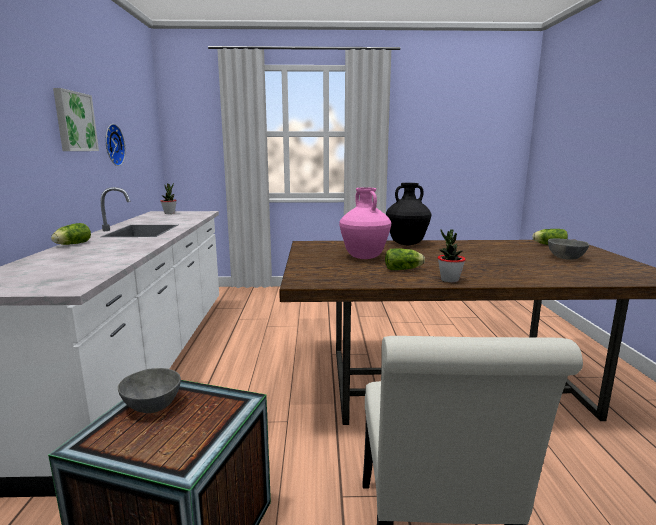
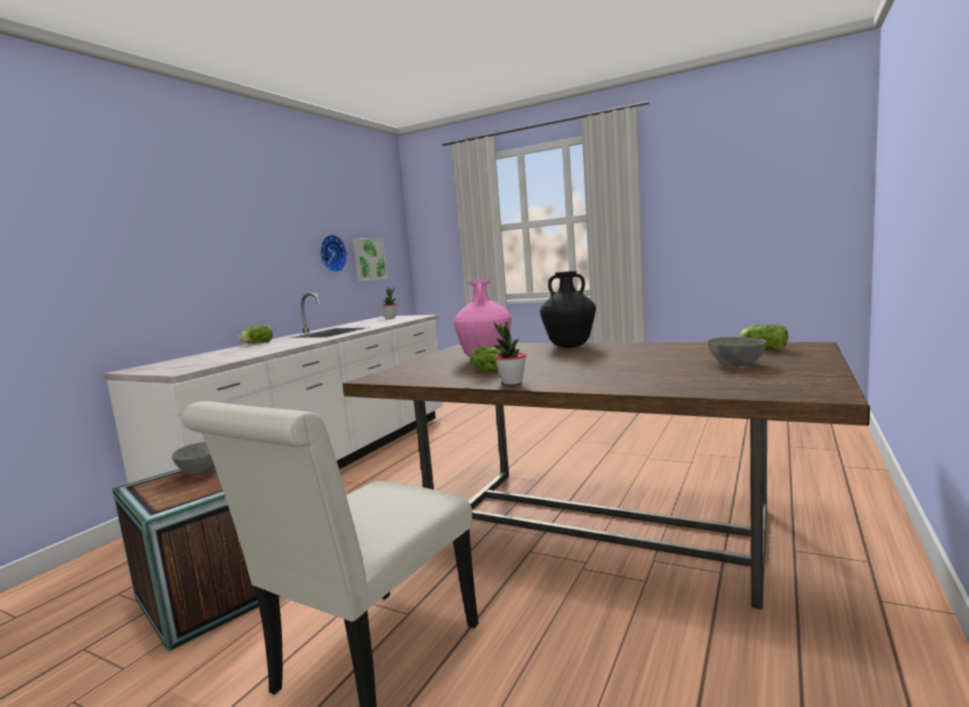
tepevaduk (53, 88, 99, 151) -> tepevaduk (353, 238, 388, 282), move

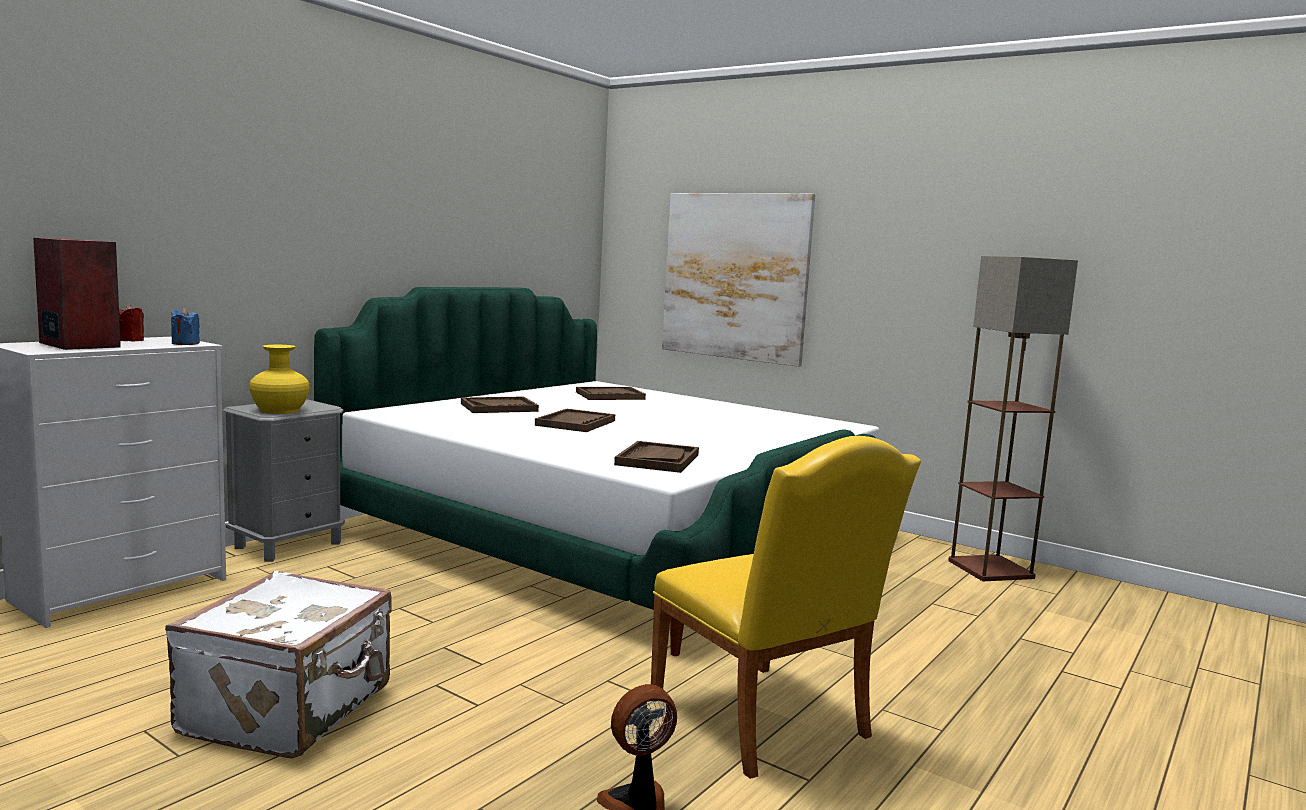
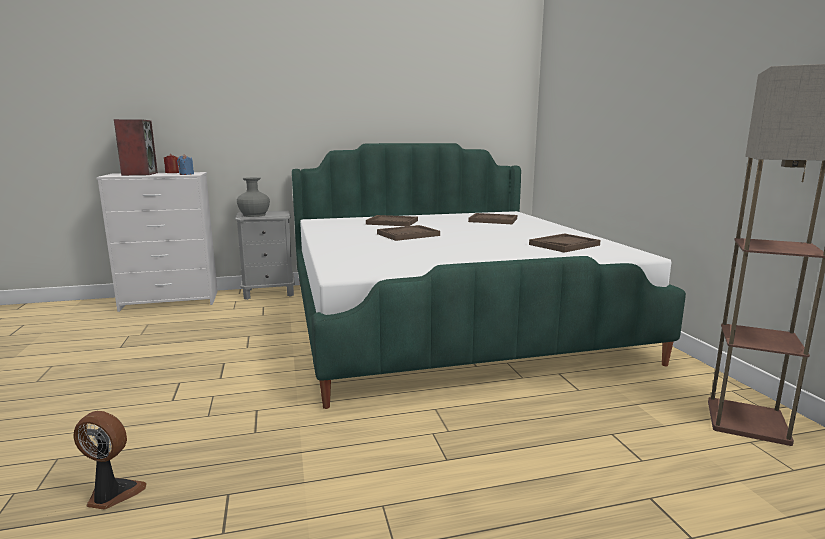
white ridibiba (165, 571, 392, 759) -> none
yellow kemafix (249, 345, 310, 414) -> grey kemafix (237, 177, 270, 217)
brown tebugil (614, 441, 699, 473) -> brown tebugil (529, 234, 600, 253), move
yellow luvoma (651, 436, 921, 779) -> none
tepevaduk (662, 193, 815, 367) -> none

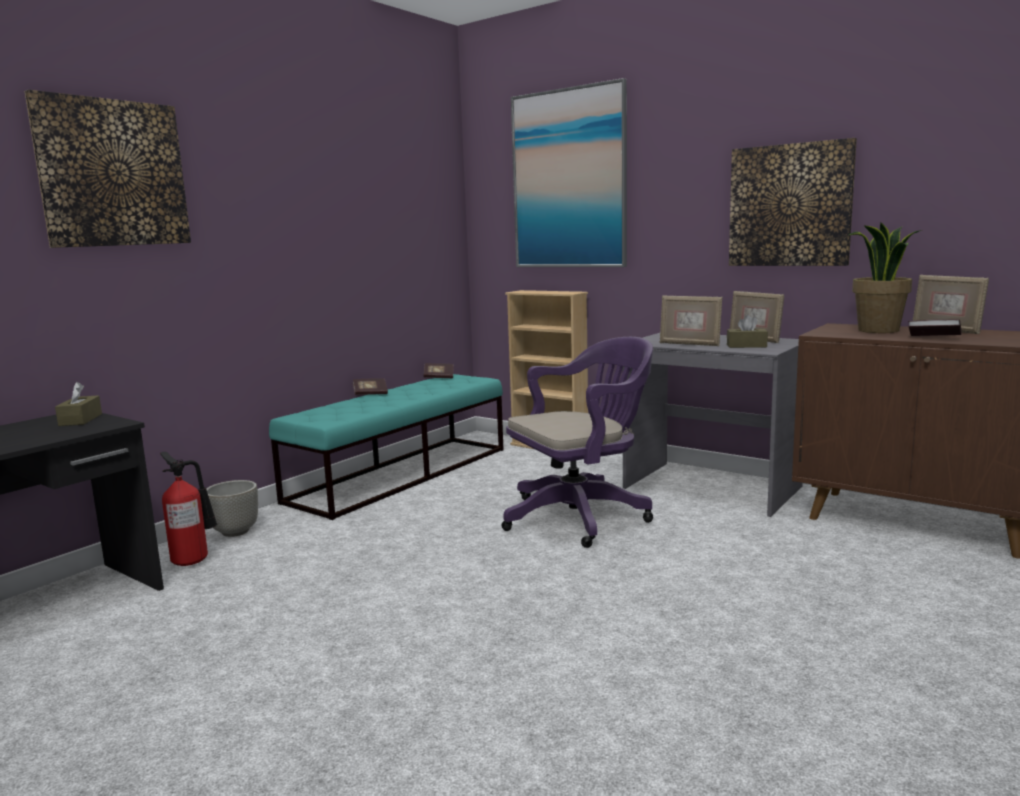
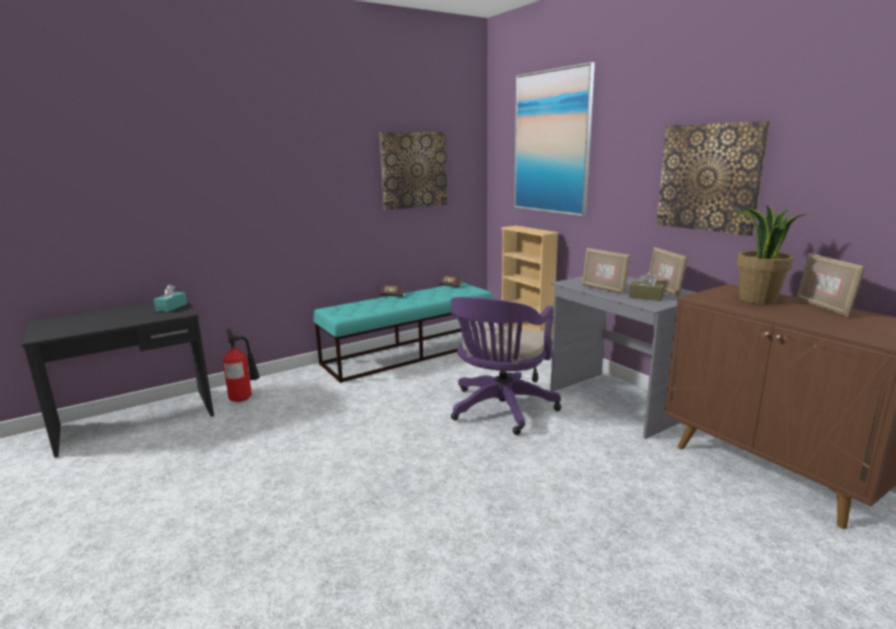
tepevaduk (24, 90, 191, 248) -> tepevaduk (380, 132, 447, 210), move
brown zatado (55, 382, 102, 426) -> turquoise zatado (153, 284, 187, 312)
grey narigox (206, 480, 258, 537) -> none
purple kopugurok (501, 337, 653, 548) -> purple kopugurok (451, 297, 561, 435), 120 degrees clockwise
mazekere (908, 319, 962, 336) -> none

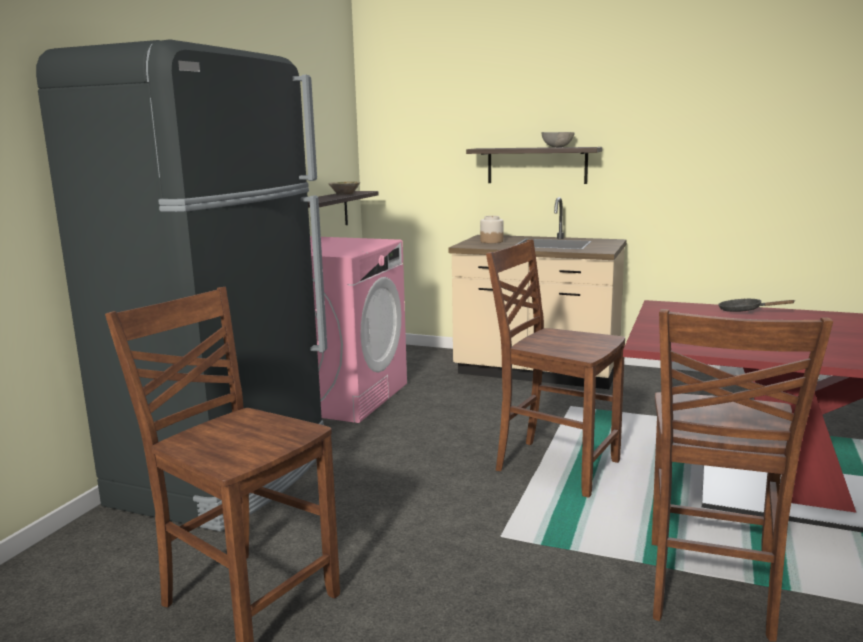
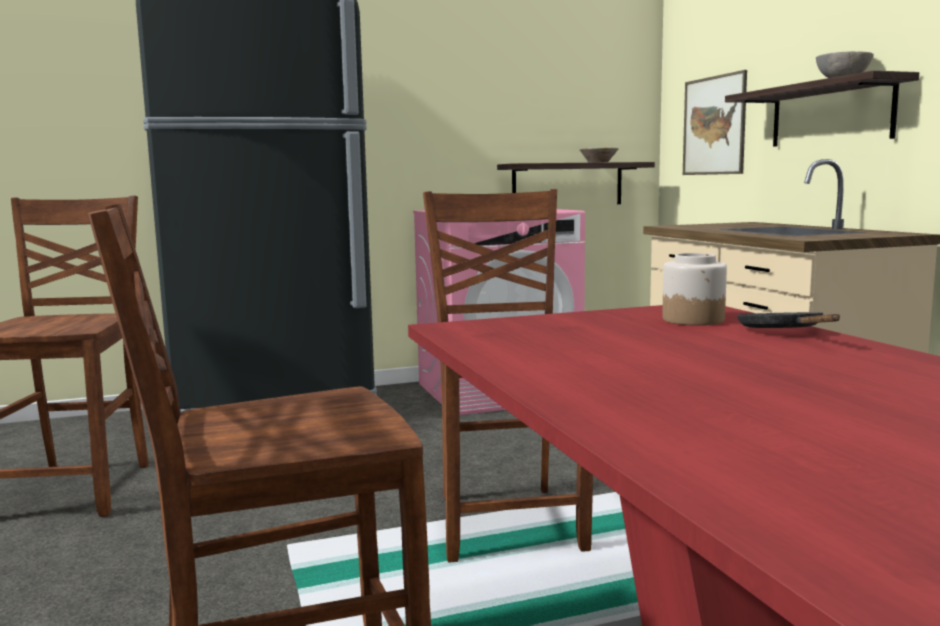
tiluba (480, 216, 503, 243) -> tiluba (662, 253, 727, 326), move
none -> tepevaduk (683, 70, 747, 175)

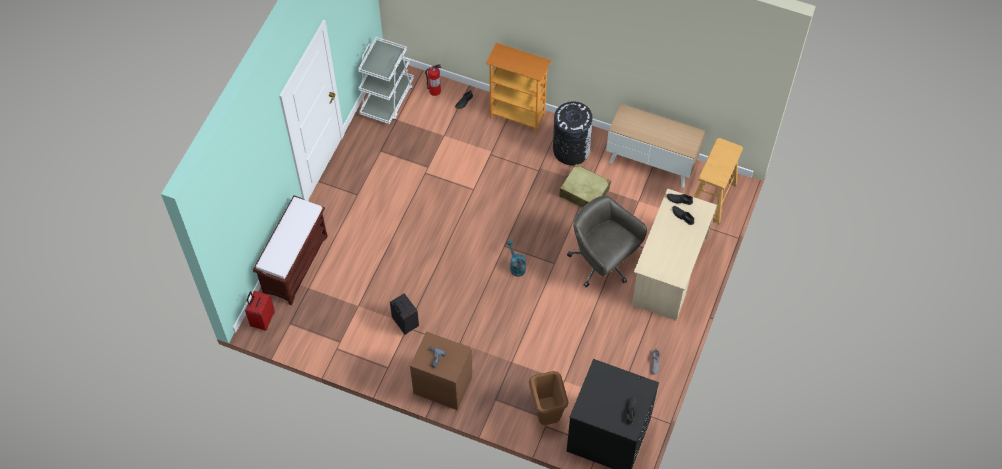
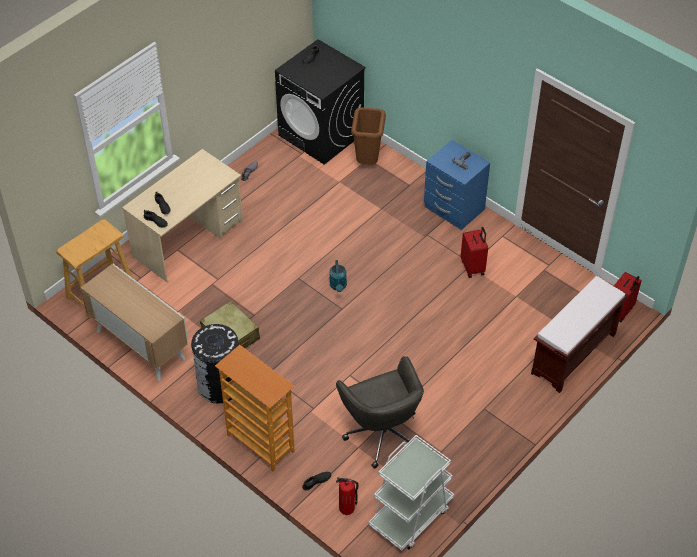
black ridibiba (390, 293, 419, 335) -> red ridibiba (461, 227, 488, 278)
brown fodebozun (410, 331, 473, 410) -> blue fodebozun (424, 140, 490, 230)
grey kopugurok (567, 195, 647, 287) -> grey kopugurok (336, 356, 424, 469), move

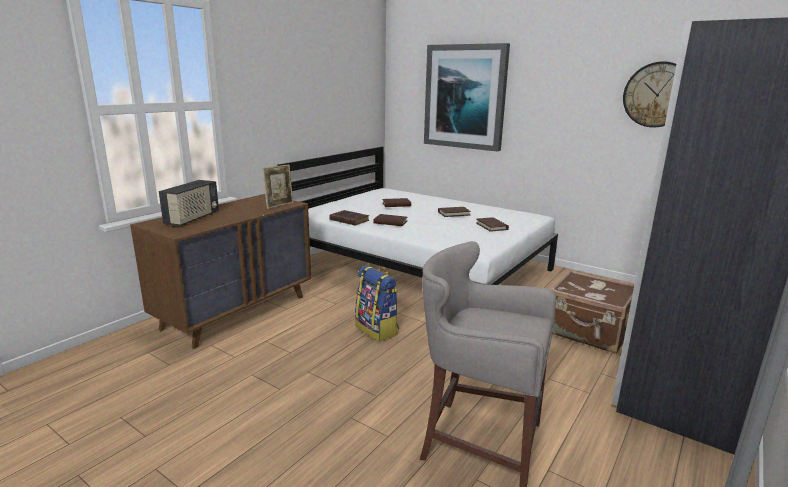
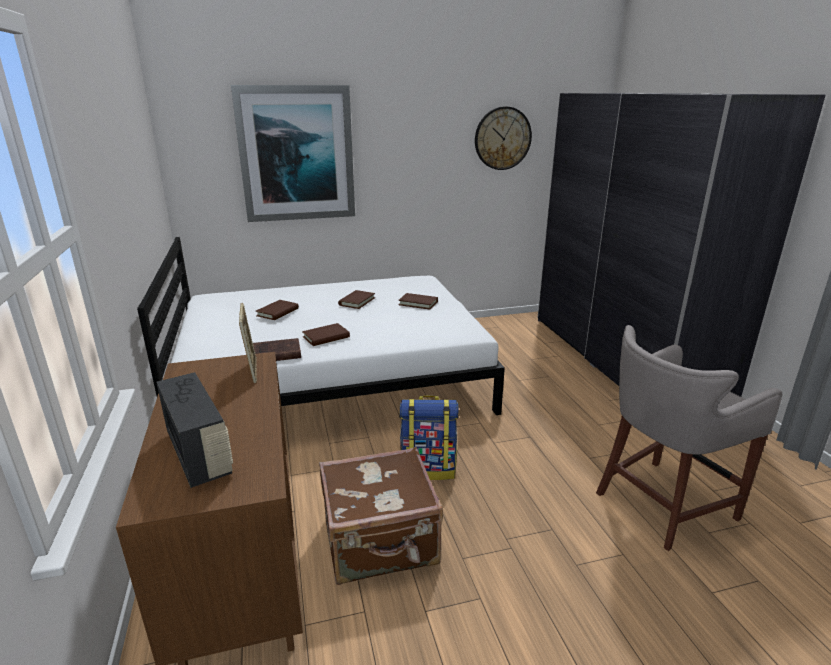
brown ridibiba (551, 270, 634, 354) -> brown ridibiba (319, 447, 443, 585), move

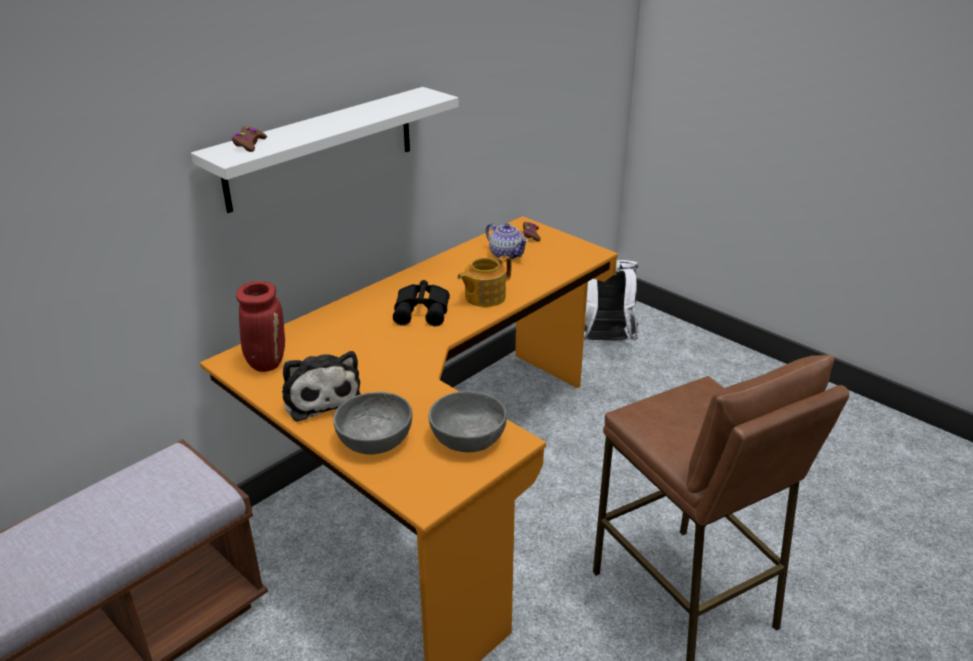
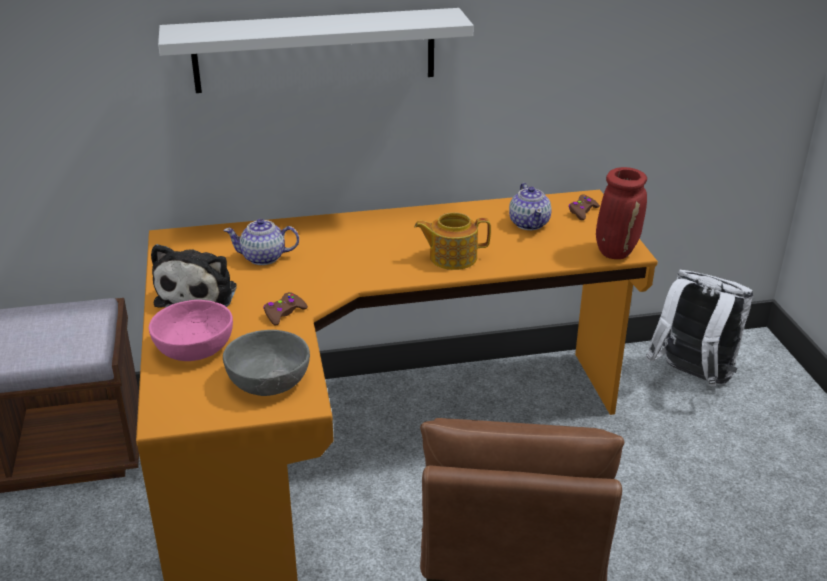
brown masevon (232, 127, 267, 152) -> brown masevon (263, 292, 308, 326), move
red kemafix (236, 281, 285, 372) -> red kemafix (596, 167, 647, 259), move
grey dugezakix (333, 392, 412, 455) -> pink dugezakix (149, 300, 233, 361)
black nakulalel (393, 280, 450, 326) -> none
none -> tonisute (224, 219, 299, 265)

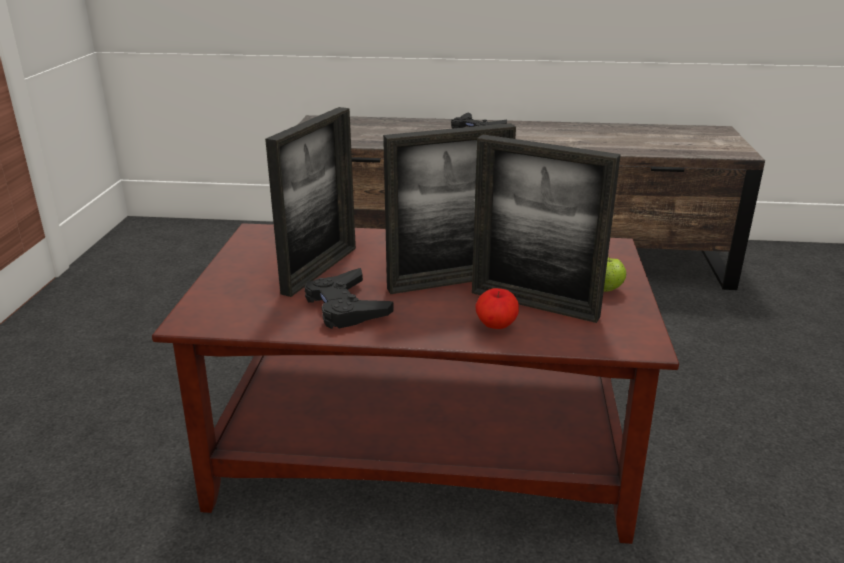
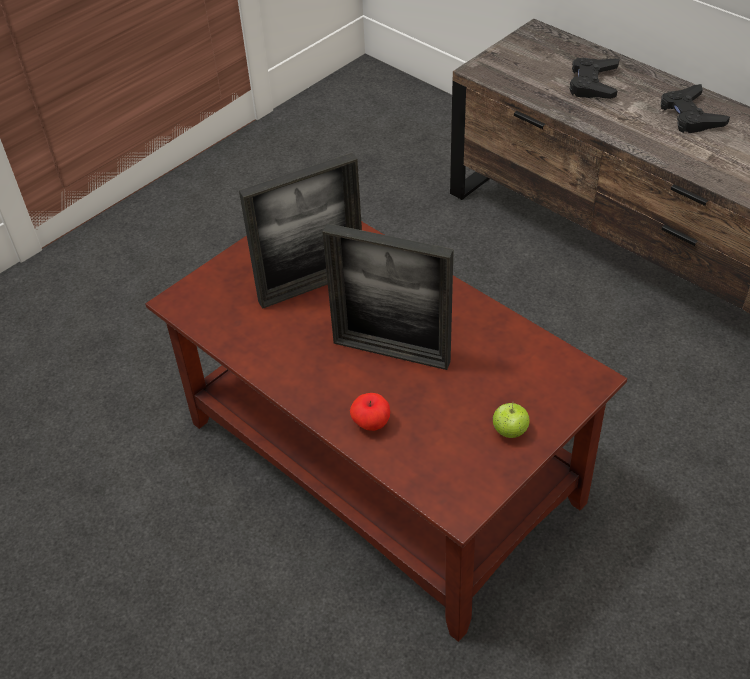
black masevon (305, 268, 394, 329) -> black masevon (569, 58, 619, 99), move
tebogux (472, 135, 621, 323) -> none

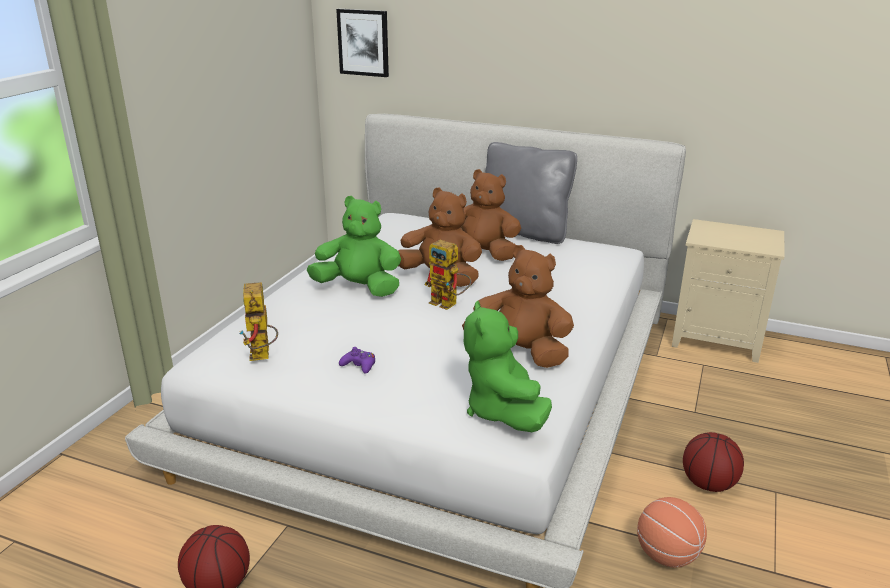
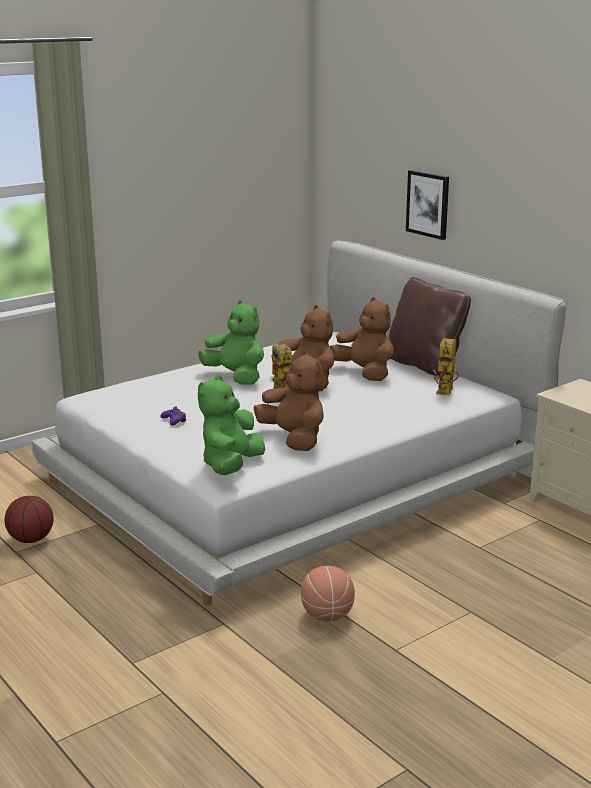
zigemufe (239, 282, 278, 361) -> zigemufe (432, 338, 459, 395), move
tepevaduk (336, 9, 389, 77) -> tepevaduk (406, 170, 449, 240), move
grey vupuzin (485, 142, 577, 244) -> brown vupuzin (389, 277, 471, 376)
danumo (683, 432, 744, 492) -> none

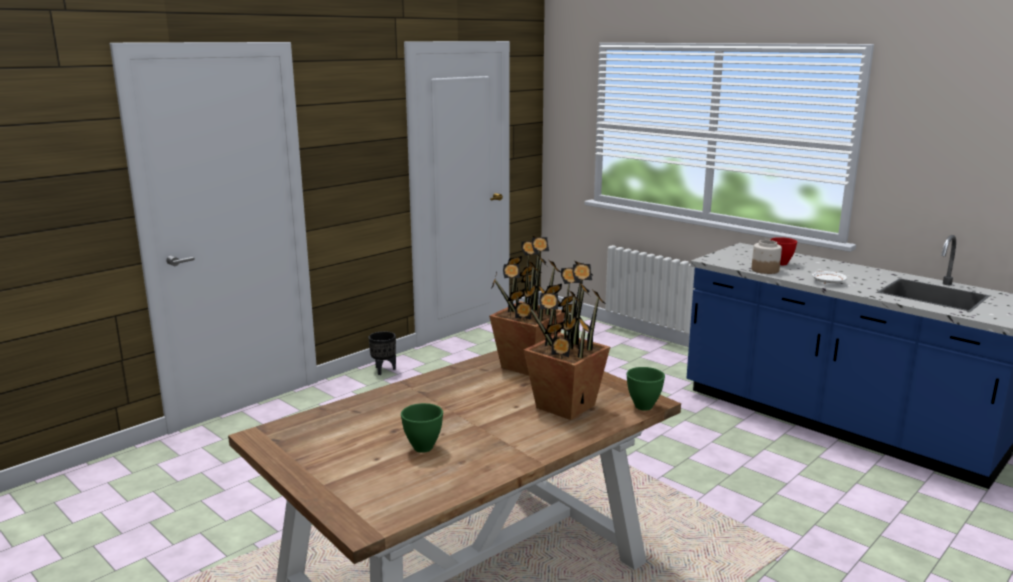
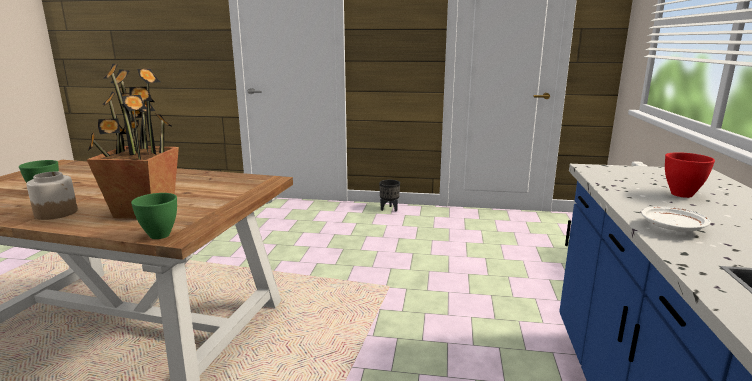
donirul (489, 236, 565, 375) -> none
tiluba (751, 240, 782, 274) -> tiluba (26, 172, 78, 220), move

